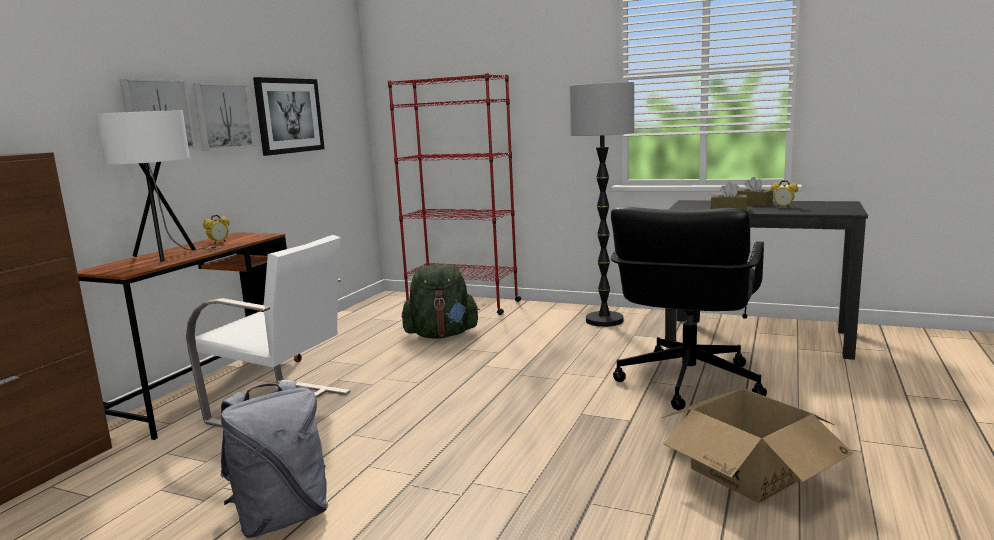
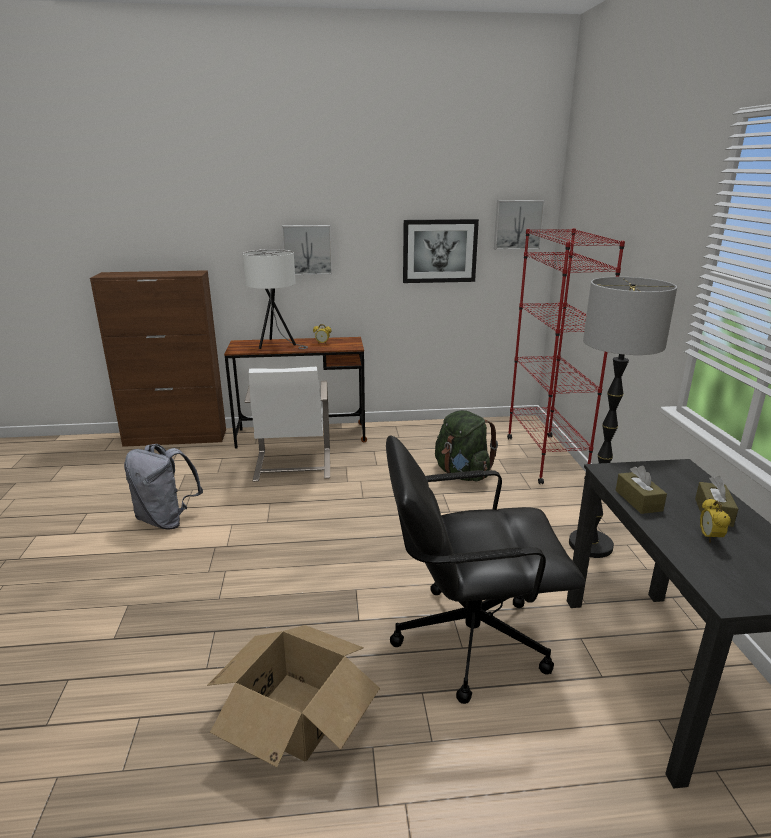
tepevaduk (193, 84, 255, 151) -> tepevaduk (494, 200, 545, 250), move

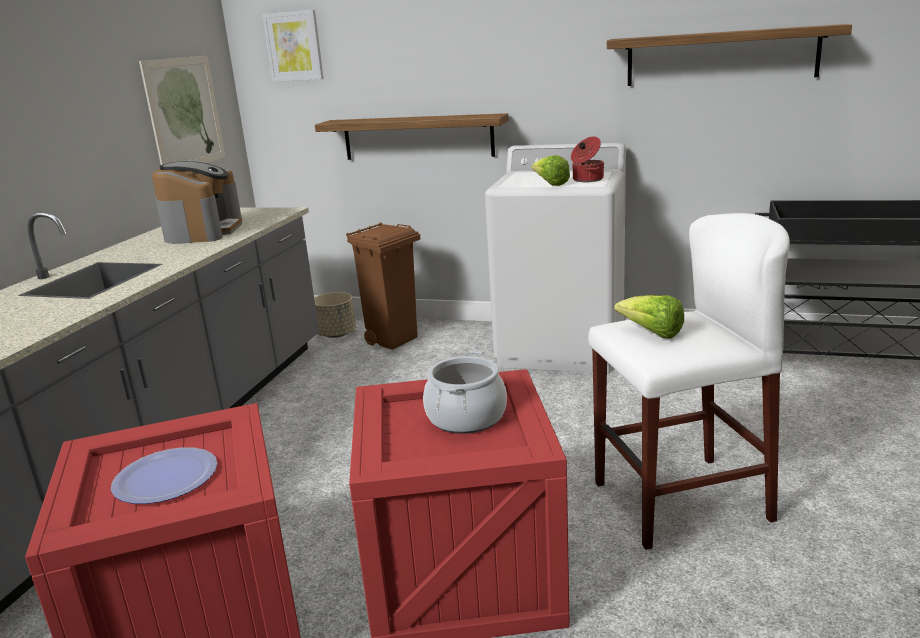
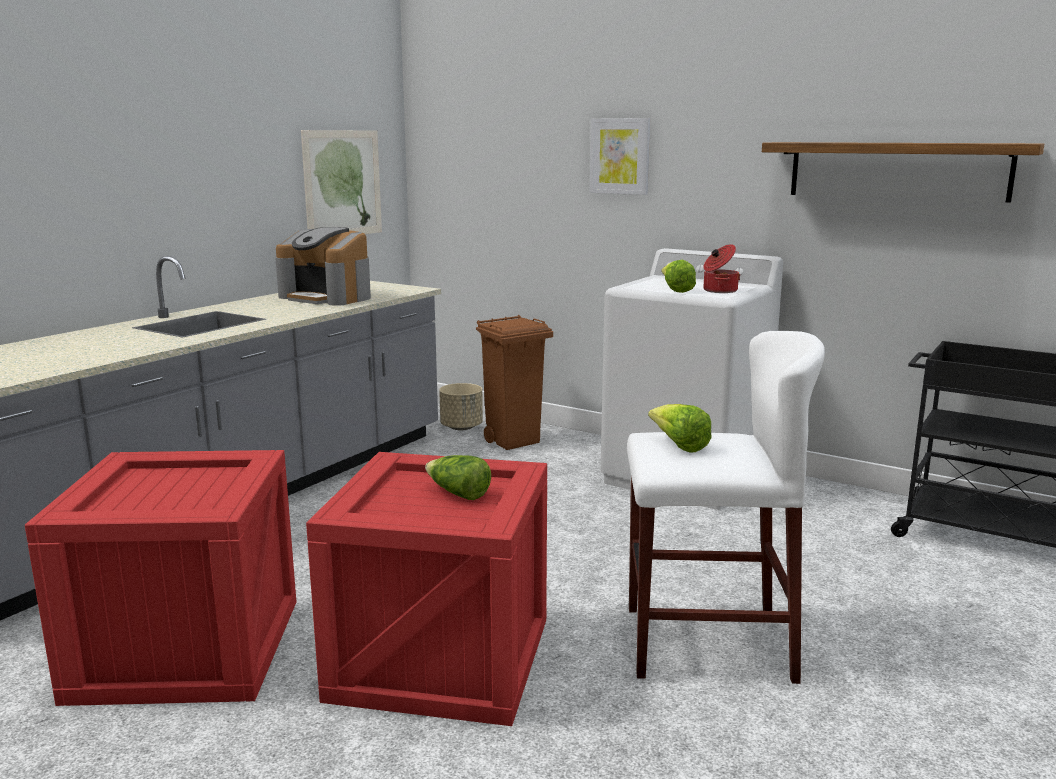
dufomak (111, 447, 217, 504) -> none
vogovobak (152, 160, 242, 244) -> vogovobak (275, 227, 371, 306), 105 degrees clockwise
tepevaduk (262, 10, 324, 82) -> tepevaduk (590, 118, 650, 195), move
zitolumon (315, 113, 509, 160) -> none
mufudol (423, 351, 507, 434) -> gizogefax (425, 455, 491, 500)

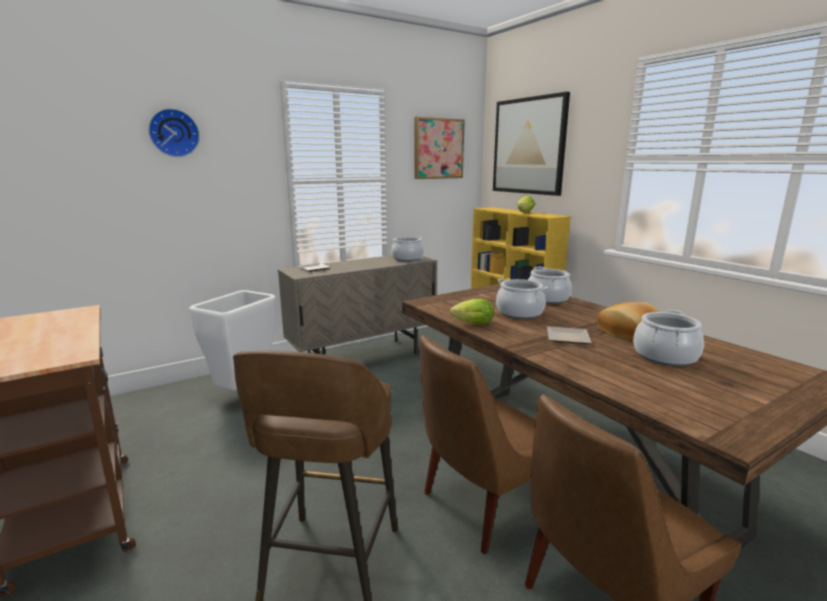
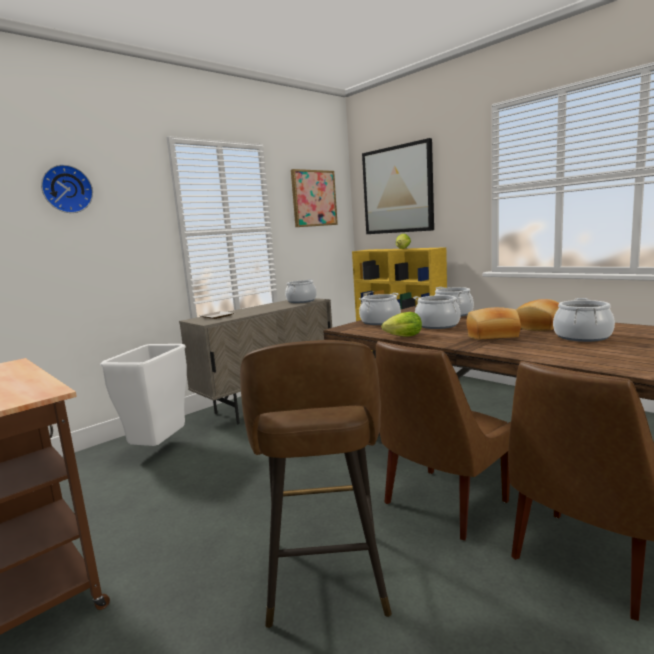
dufomak (547, 326, 592, 344) -> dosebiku (466, 307, 521, 339)
none -> mufudol (359, 293, 401, 325)

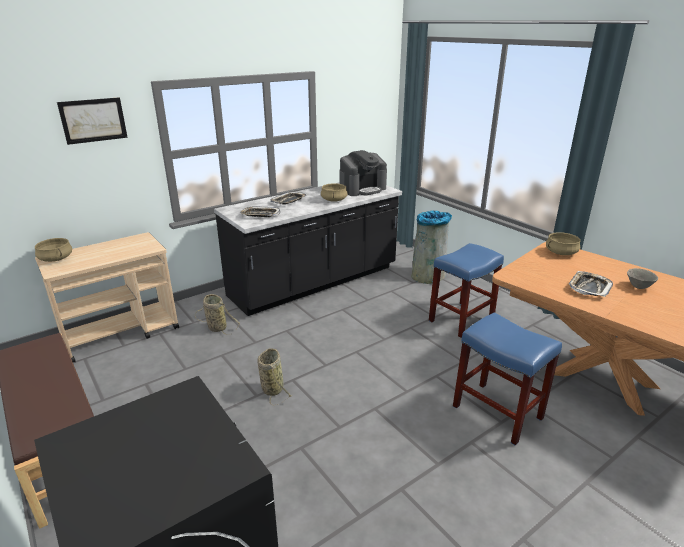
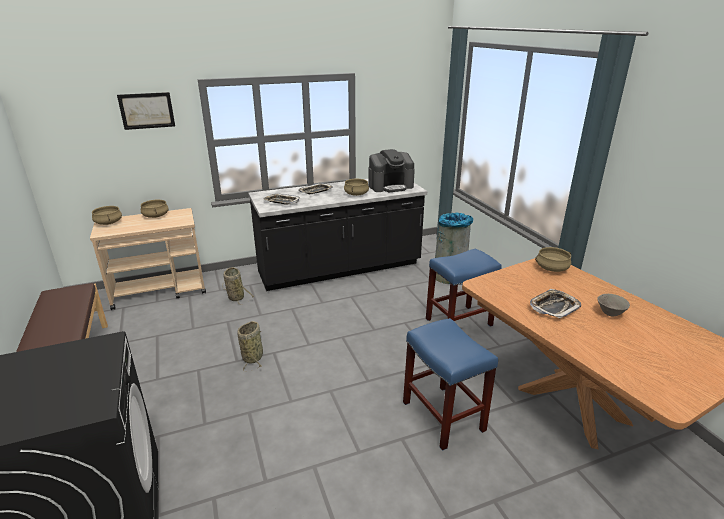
none -> beige mufudol (141, 200, 169, 218)

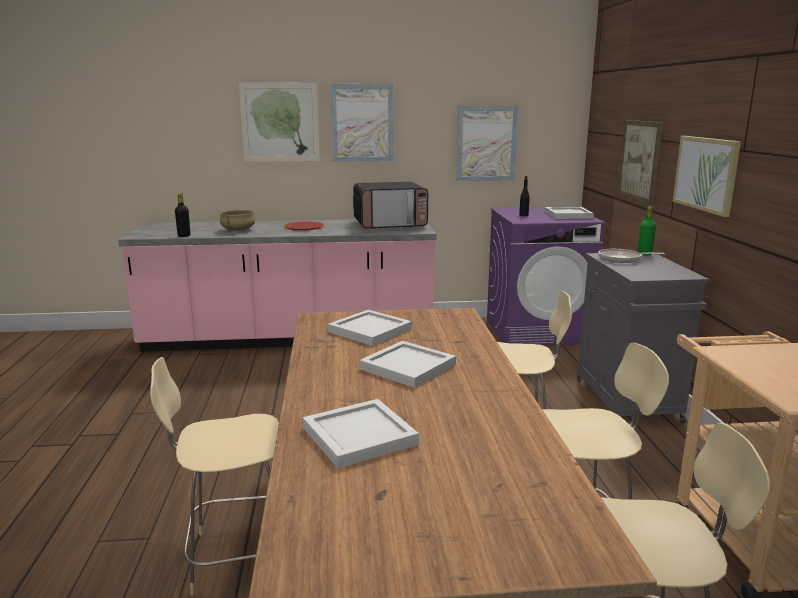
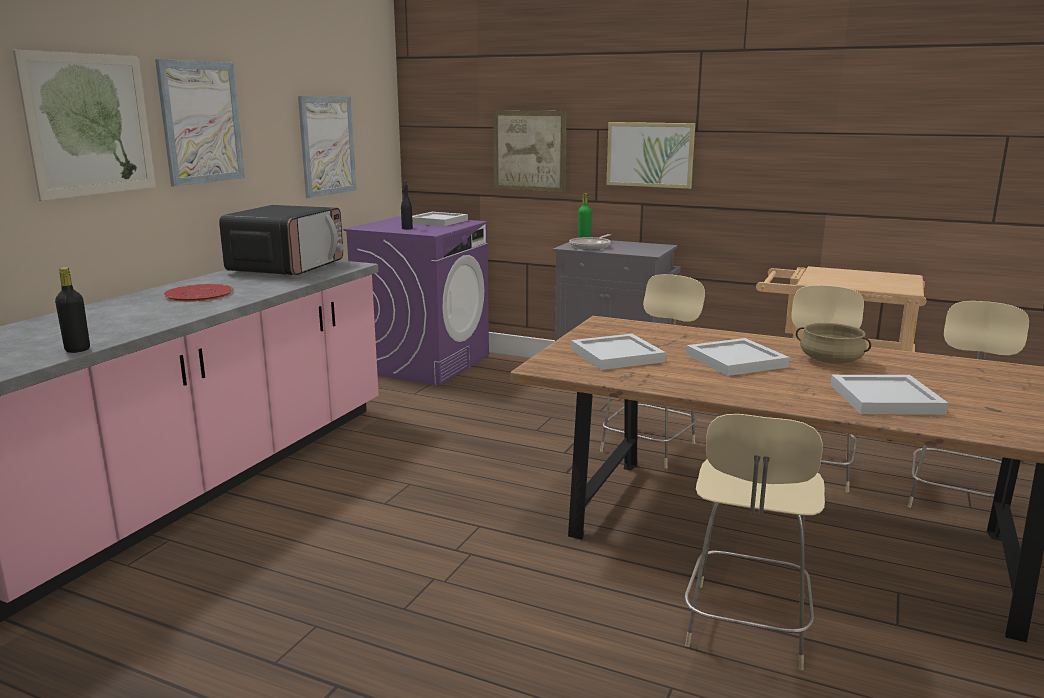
beige mufudol (220, 210, 255, 231) -> beige mufudol (796, 323, 871, 364), move

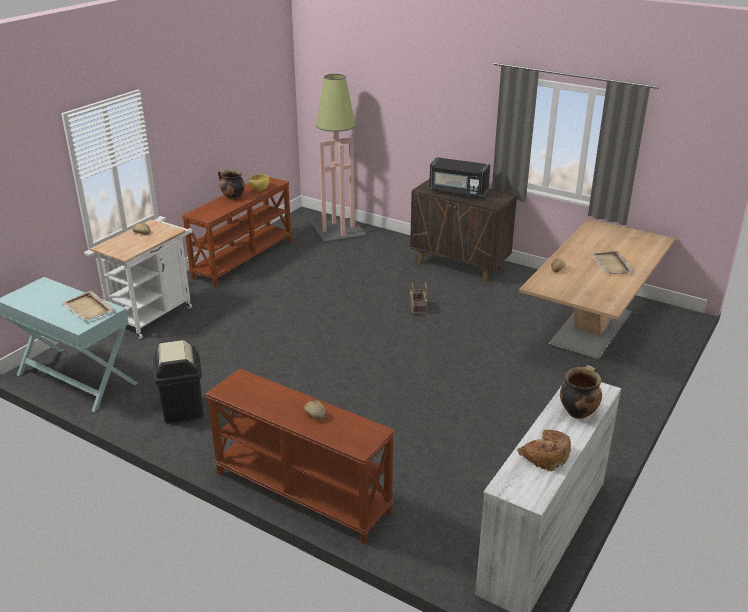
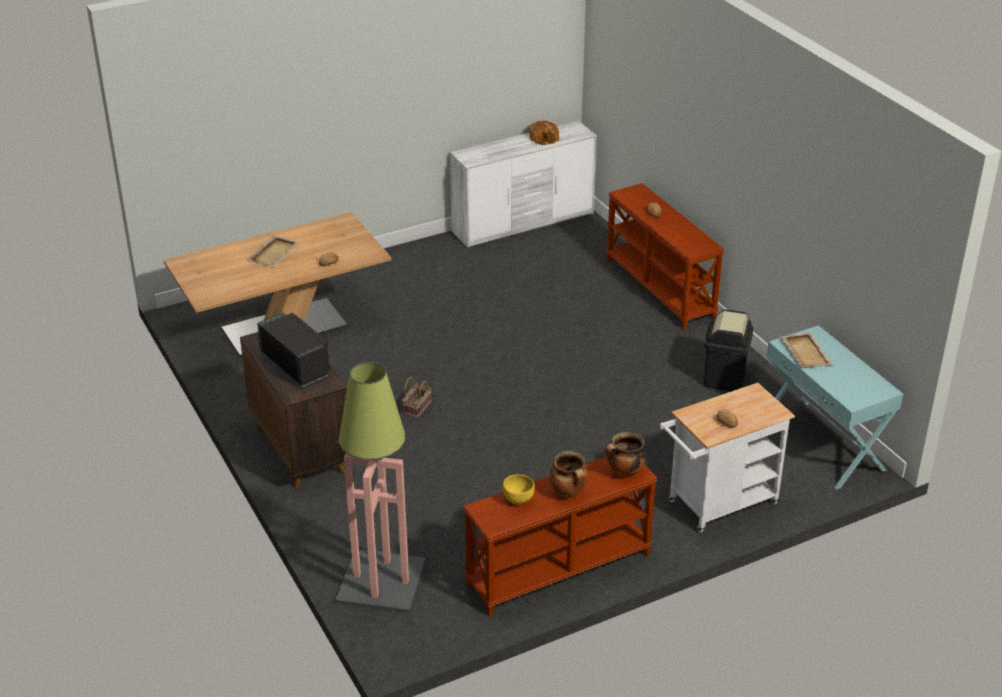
mufudol (560, 365, 602, 419) -> mufudol (605, 432, 646, 478), move

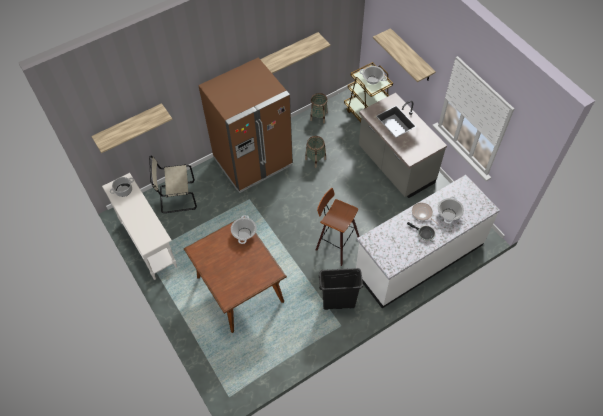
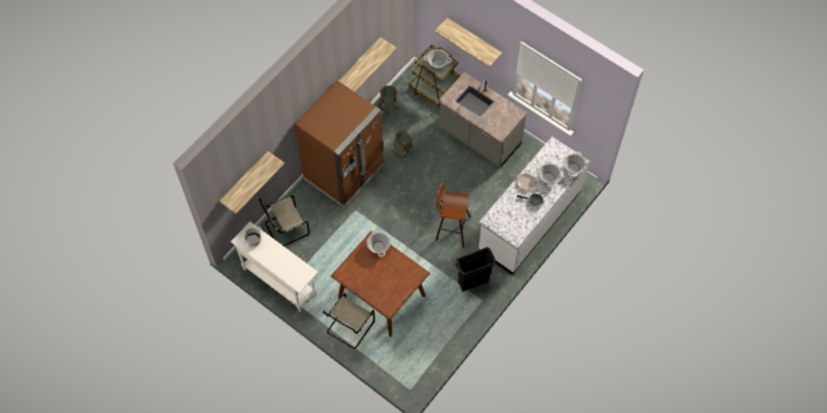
none -> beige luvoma (323, 293, 375, 349)
none -> mufudol (563, 152, 586, 177)

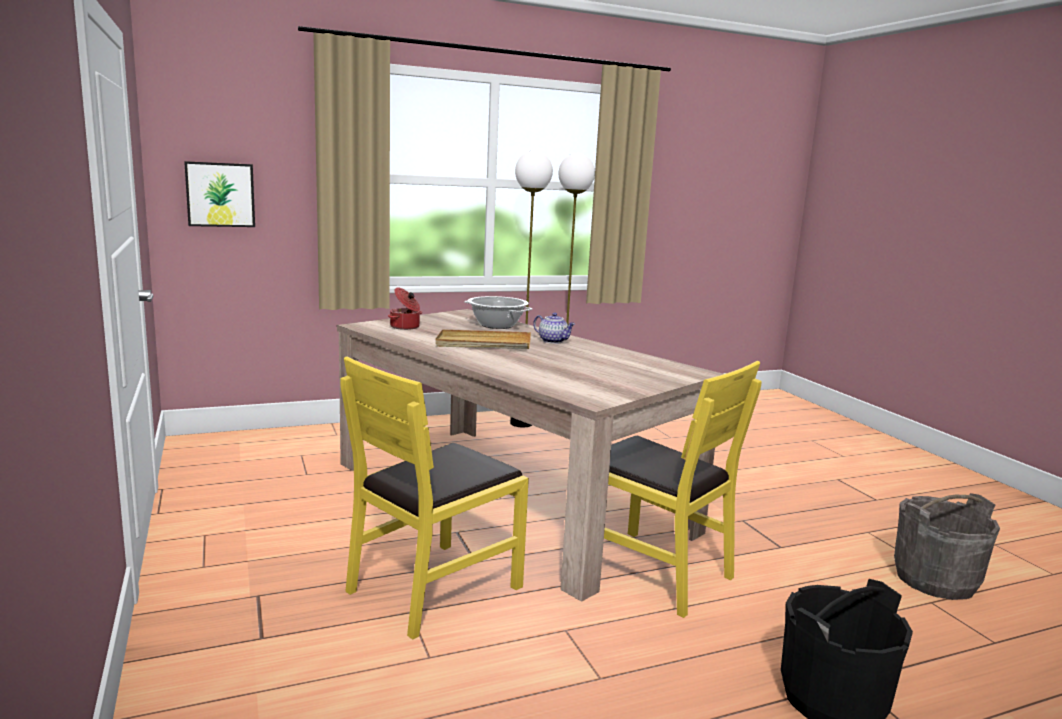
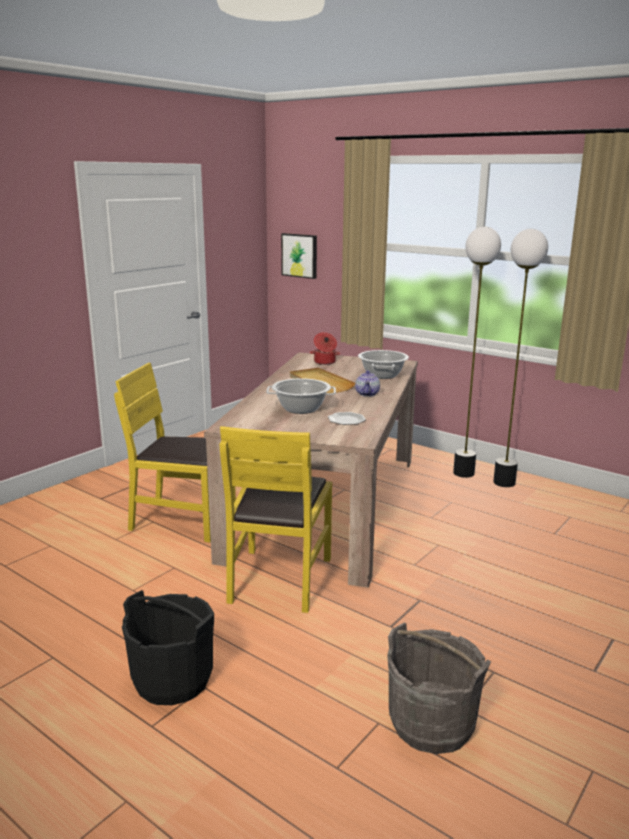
none -> mufudol (266, 378, 336, 414)
none -> dufomak (328, 412, 366, 425)

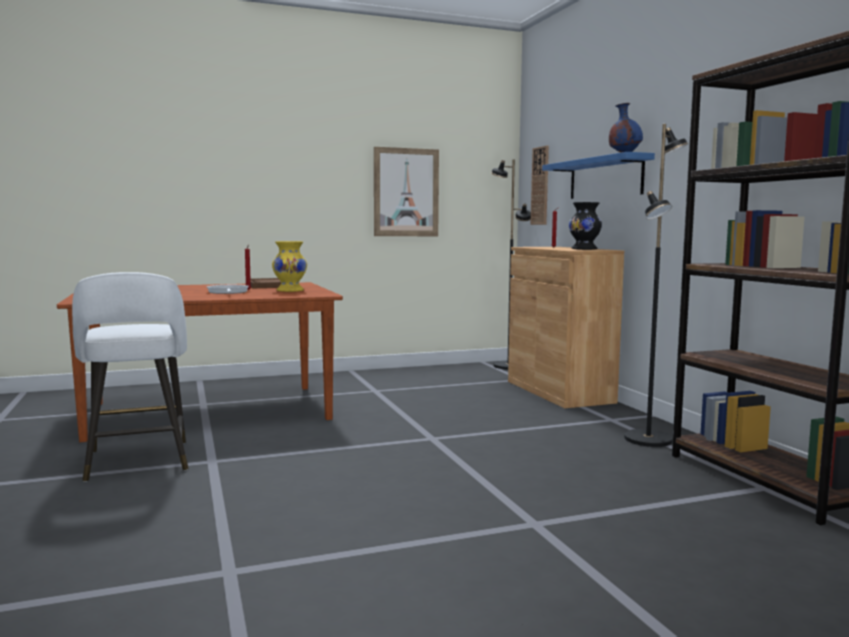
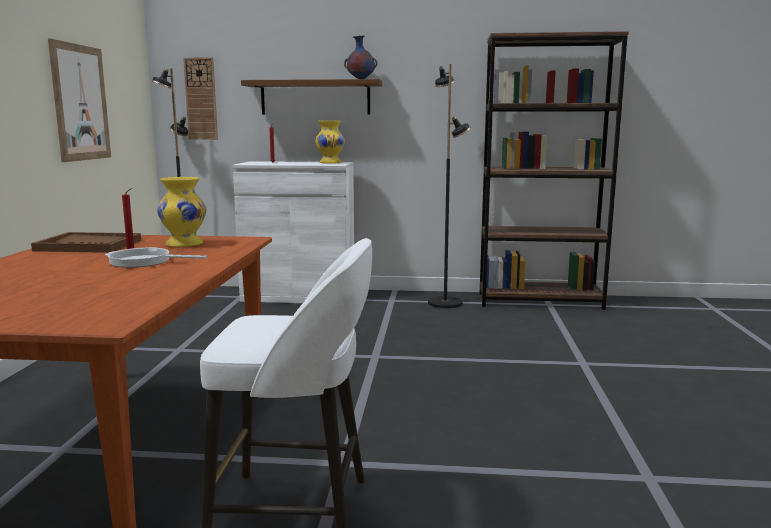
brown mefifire (508, 247, 624, 408) -> white mefifire (233, 161, 354, 303)
blue zitolumon (542, 152, 655, 199) -> brown zitolumon (241, 79, 382, 115)
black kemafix (569, 202, 602, 250) -> yellow kemafix (315, 121, 345, 164)

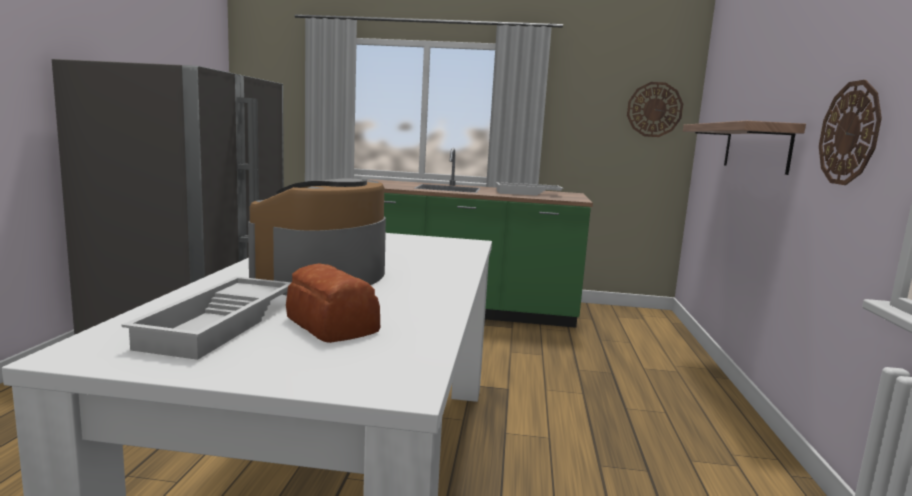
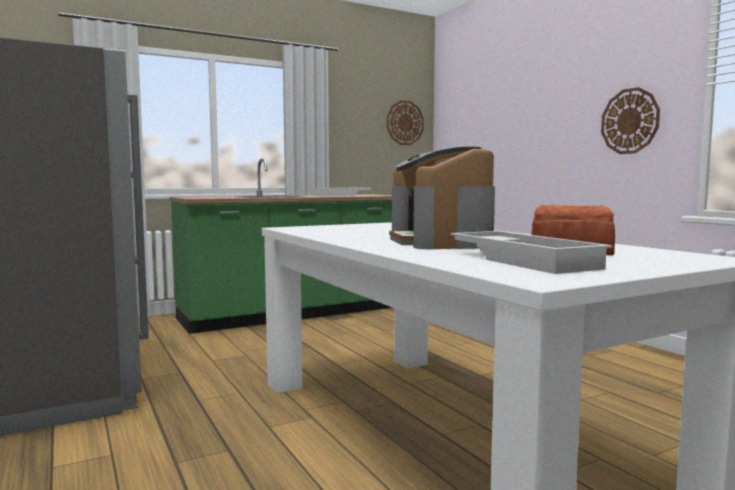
zitolumon (683, 121, 806, 175) -> none

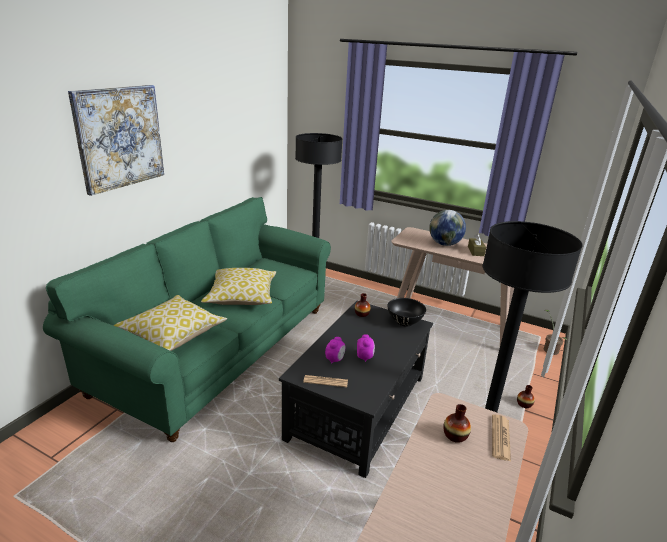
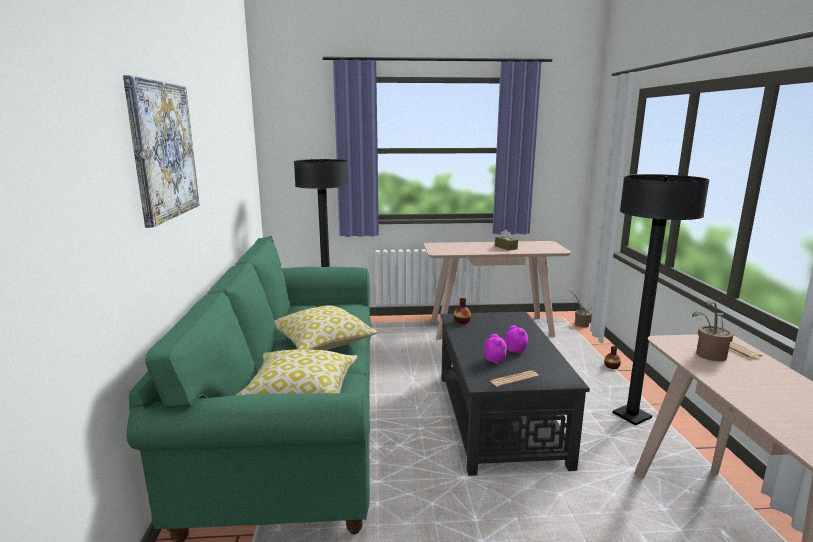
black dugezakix (387, 298, 426, 326) -> none
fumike (429, 210, 466, 246) -> none
kemafix (443, 404, 471, 443) -> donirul (692, 300, 734, 361)

